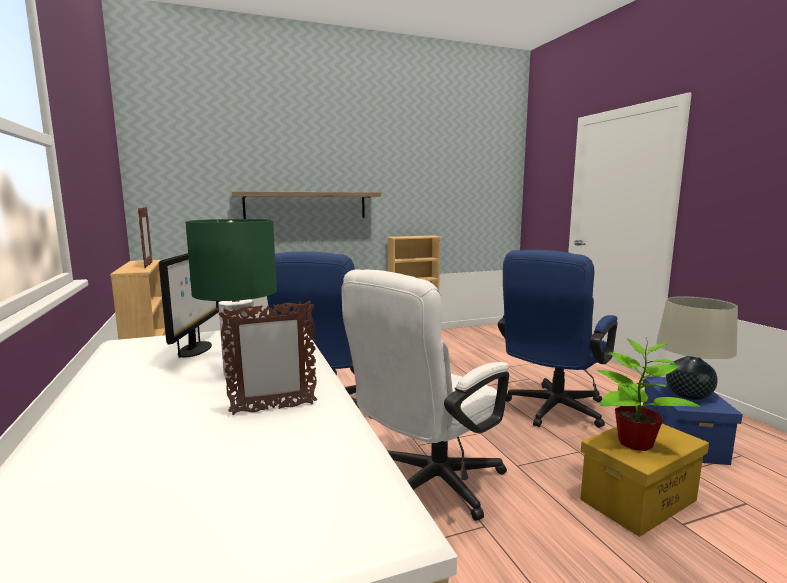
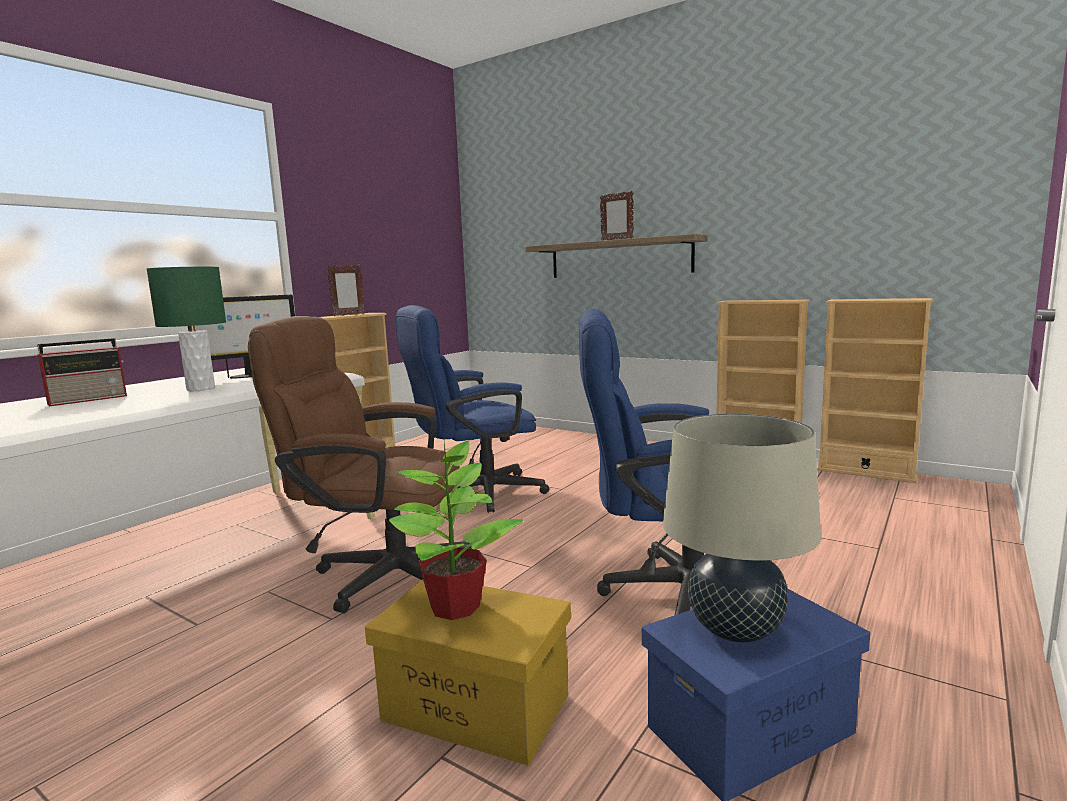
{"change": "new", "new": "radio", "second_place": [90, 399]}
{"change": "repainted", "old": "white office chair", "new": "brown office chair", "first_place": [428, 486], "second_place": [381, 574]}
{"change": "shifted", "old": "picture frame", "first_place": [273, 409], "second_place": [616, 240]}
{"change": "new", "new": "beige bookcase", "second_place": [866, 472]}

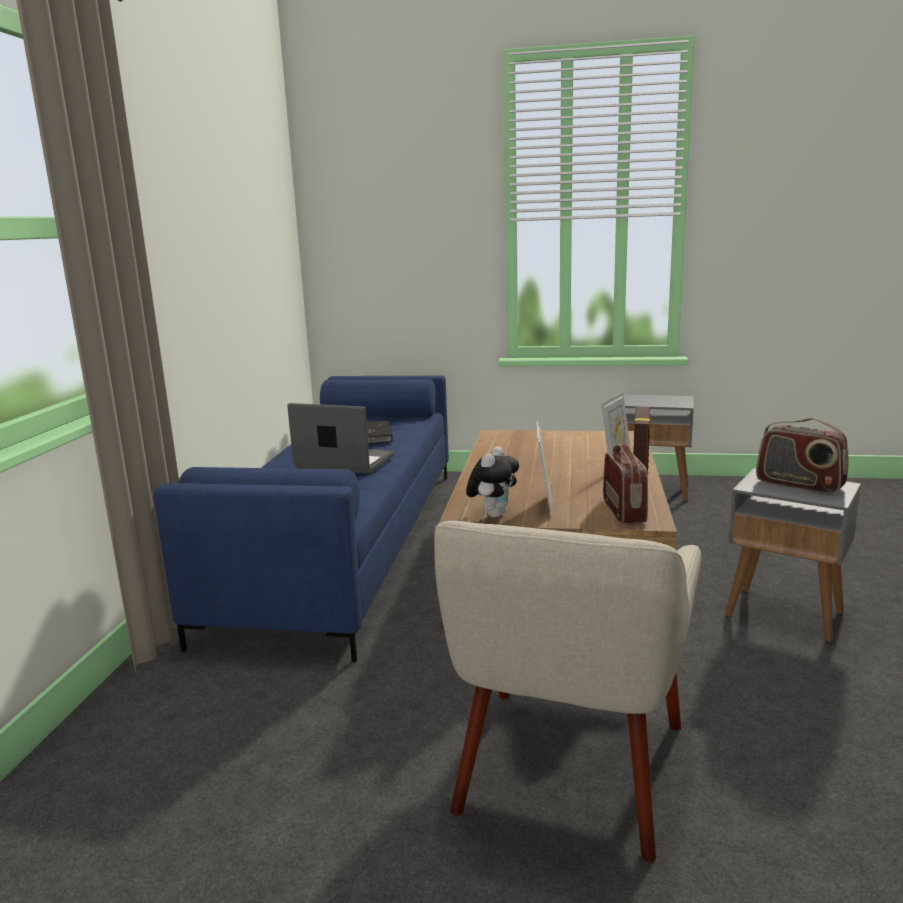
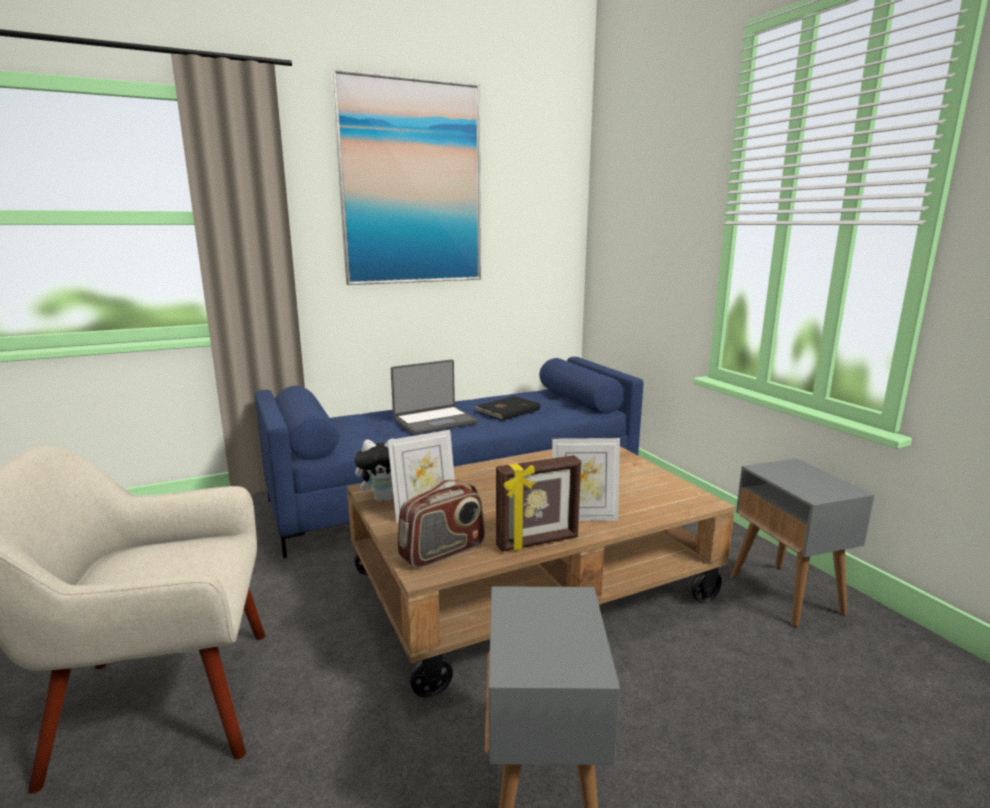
{"change": "new", "new": "picture", "second_place": [411, 184]}
{"change": "rotated", "old": "laptop", "first_place": [344, 463], "second_place": [434, 421], "degrees": 75}
{"change": "gone", "old": "radio", "first_place": [799, 485]}

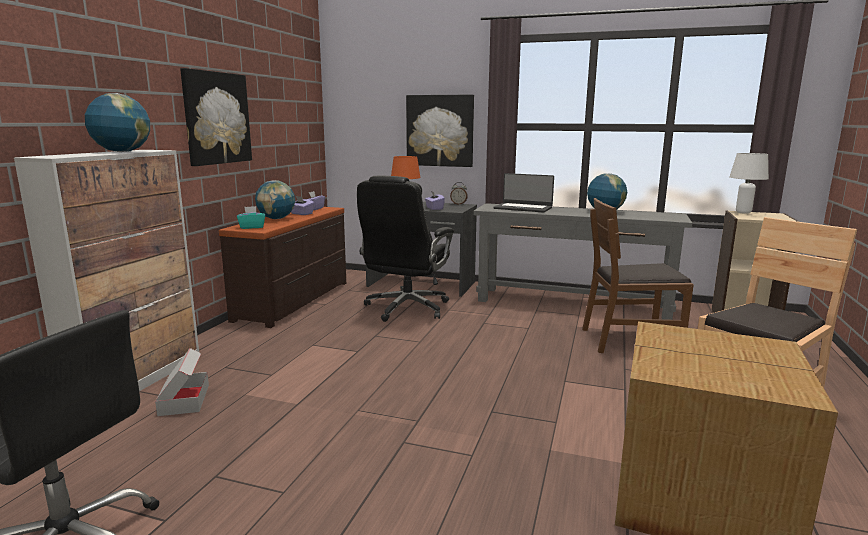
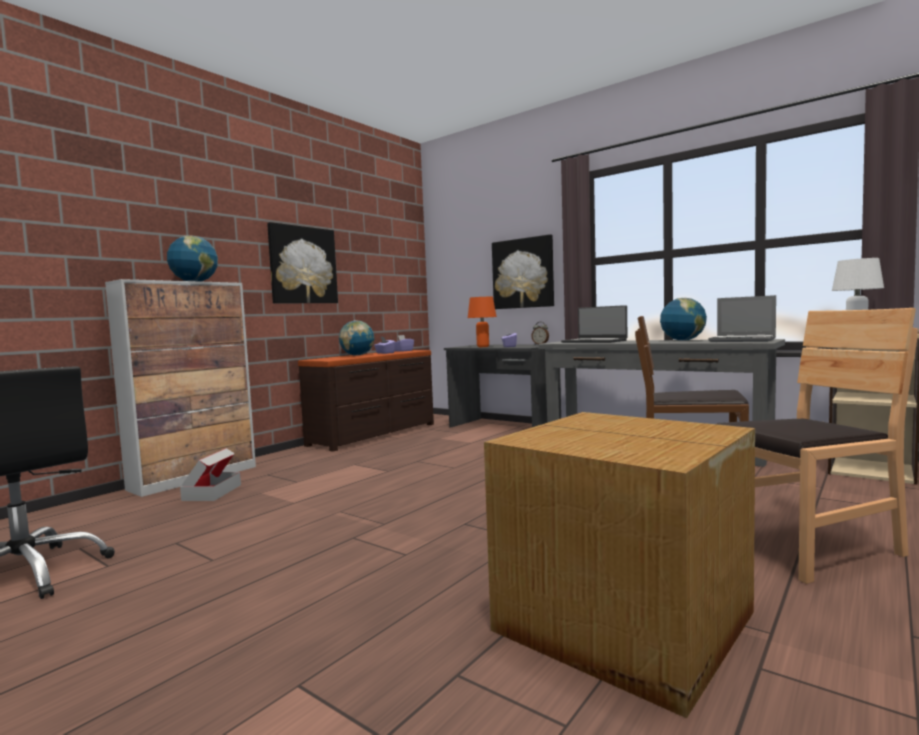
{"change": "new", "new": "laptop", "second_place": [743, 340]}
{"change": "gone", "old": "turquoise tissue box", "first_place": [252, 227]}
{"change": "gone", "old": "black office chair", "first_place": [406, 308]}

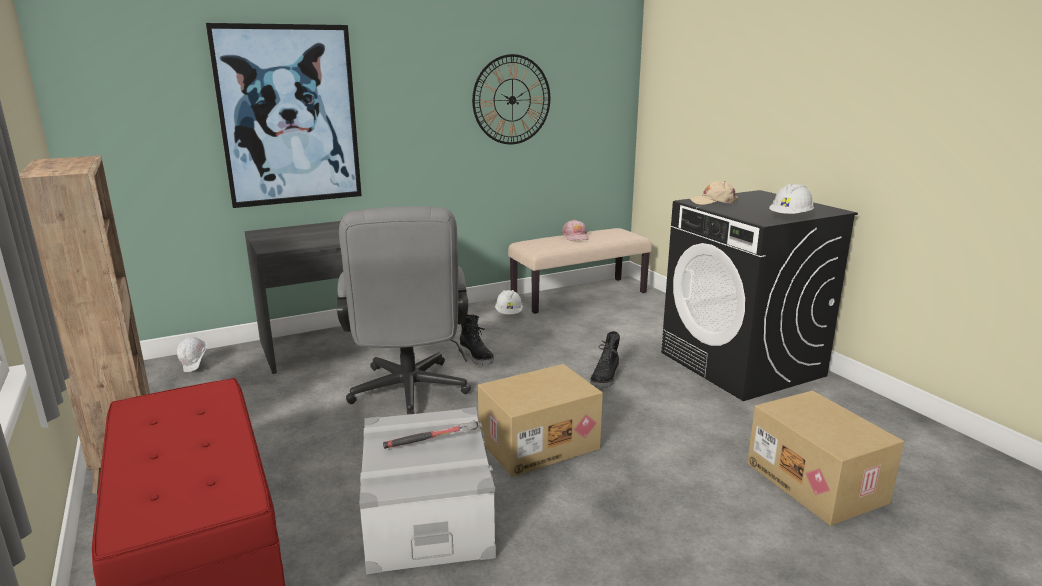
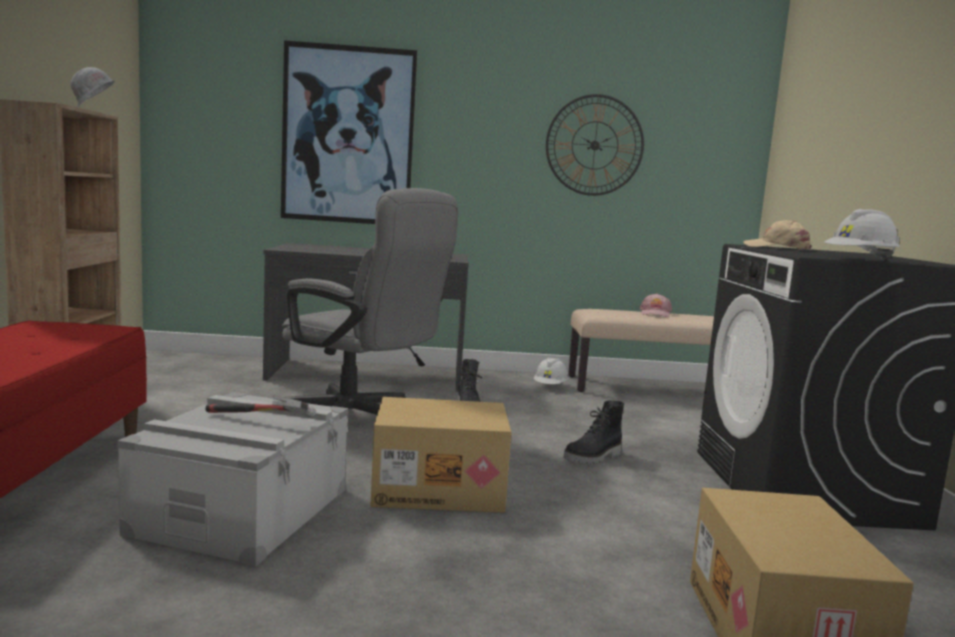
{"change": "shifted", "old": "white hard hat", "first_place": [196, 367], "second_place": [93, 111]}
{"change": "rotated", "old": "grey office chair", "first_place": [409, 395], "second_place": [359, 421], "degrees": -75}

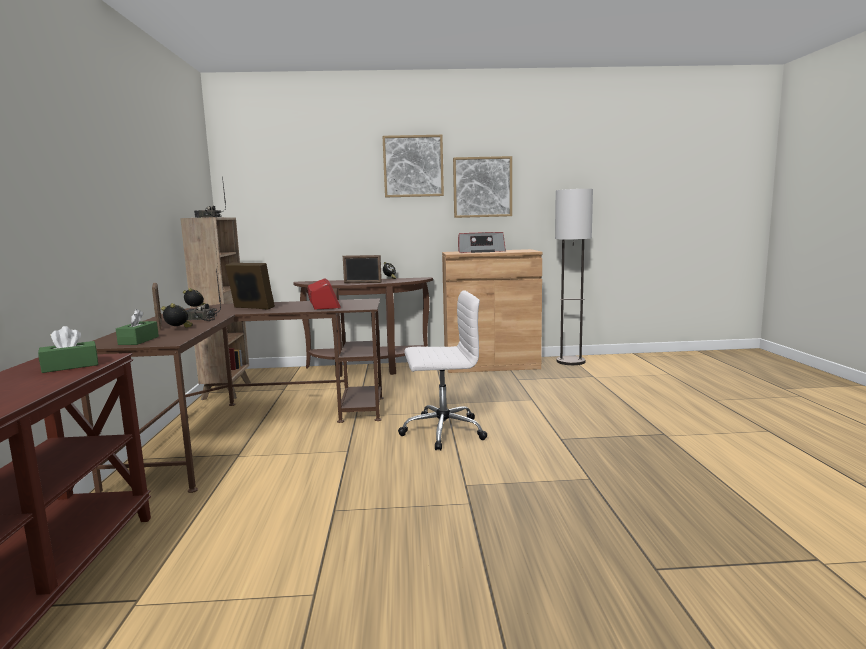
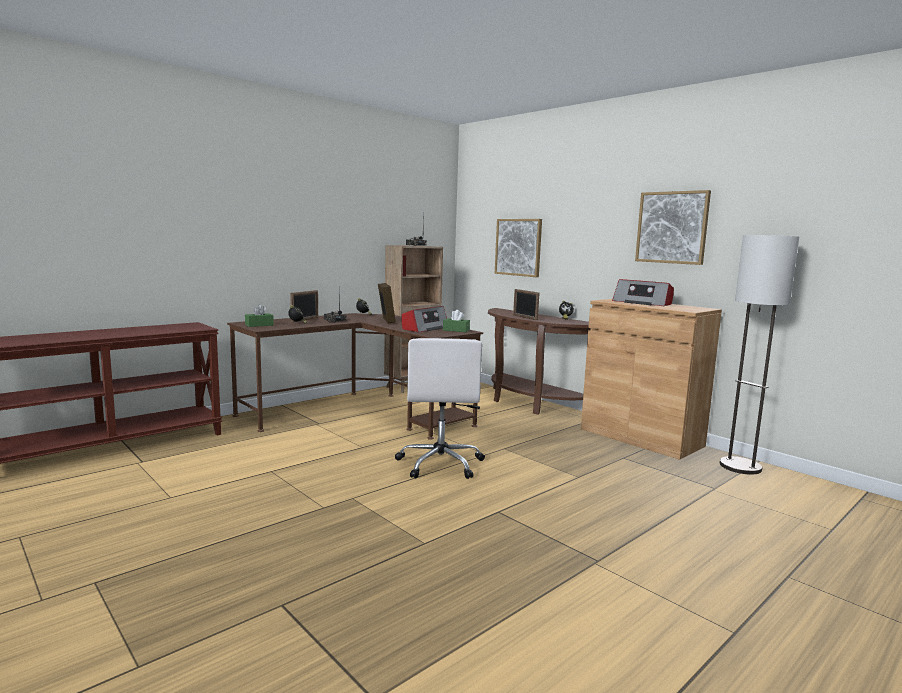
{"change": "rotated", "old": "white office chair", "first_place": [442, 431], "second_place": [440, 464], "degrees": 45}
{"change": "shifted", "old": "green tissue box", "first_place": [70, 366], "second_place": [456, 330]}
{"change": "shifted", "old": "picture", "first_place": [413, 166], "second_place": [518, 247]}

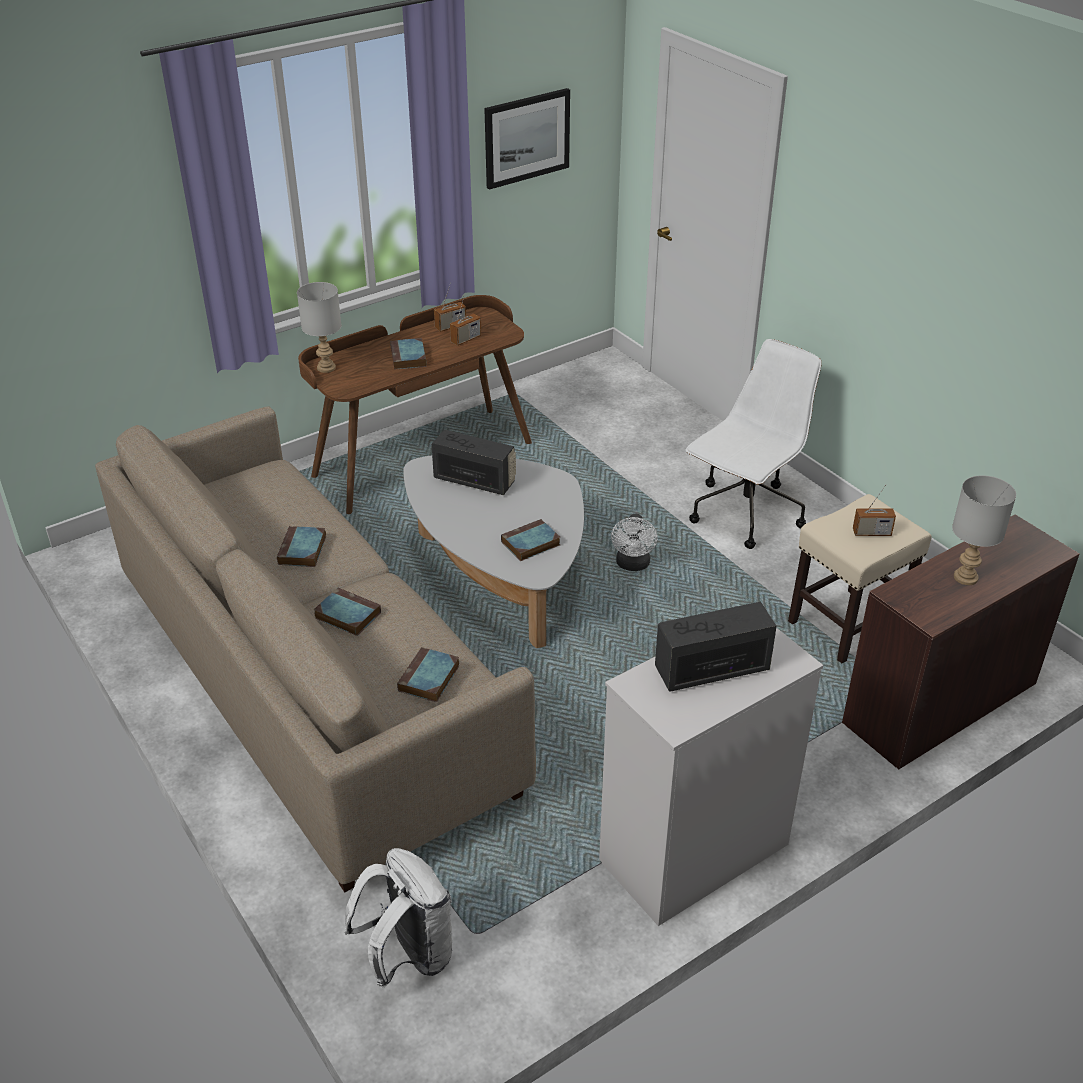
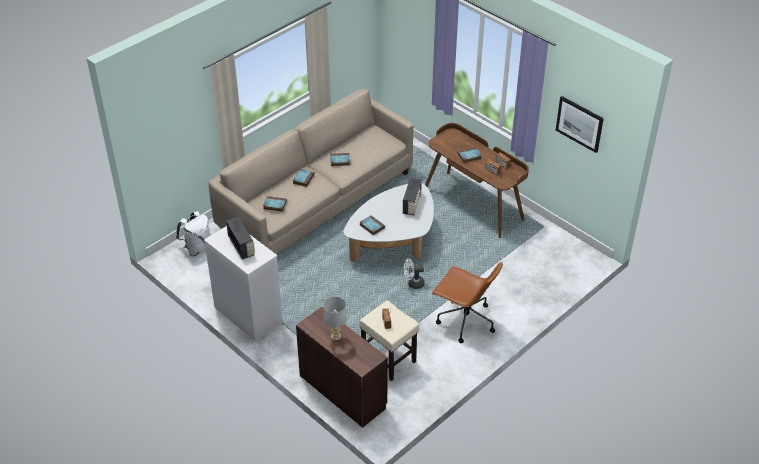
{"change": "repainted", "old": "white office chair", "new": "brown office chair", "first_place": [745, 514], "second_place": [465, 321]}
{"change": "gone", "old": "grey table lamp", "first_place": [325, 368]}

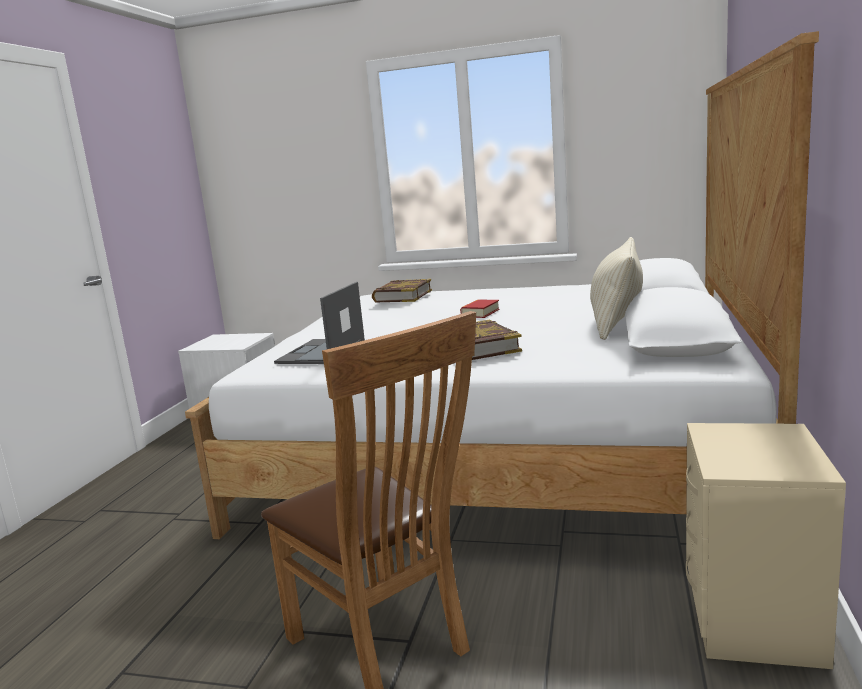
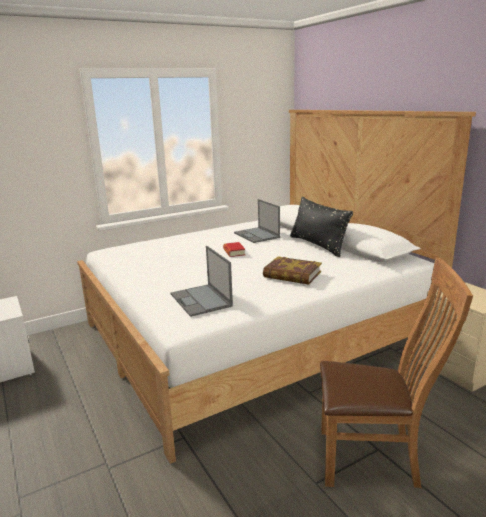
{"change": "new", "new": "laptop", "second_place": [257, 235]}
{"change": "repainted", "old": "beige pillow", "new": "black pillow", "first_place": [617, 321], "second_place": [317, 245]}
{"change": "gone", "old": "book", "first_place": [402, 296]}

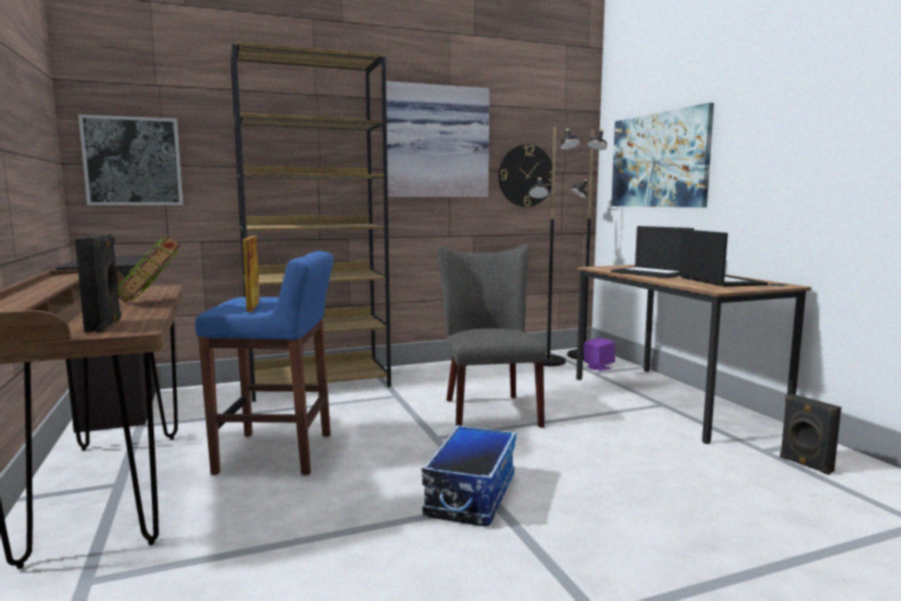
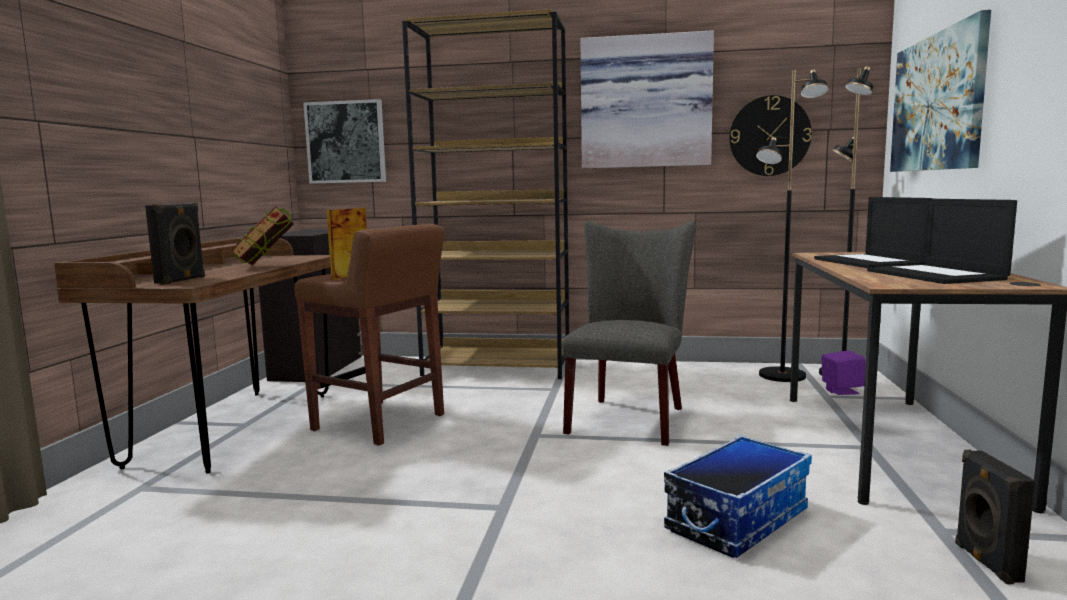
{"change": "repainted", "old": "blue stool", "new": "brown stool", "first_place": [277, 453], "second_place": [380, 423]}
{"change": "shifted", "old": "storage box", "first_place": [470, 495], "second_place": [736, 519]}
{"change": "rotated", "old": "laptop", "first_place": [719, 281], "second_place": [937, 275], "degrees": 150}

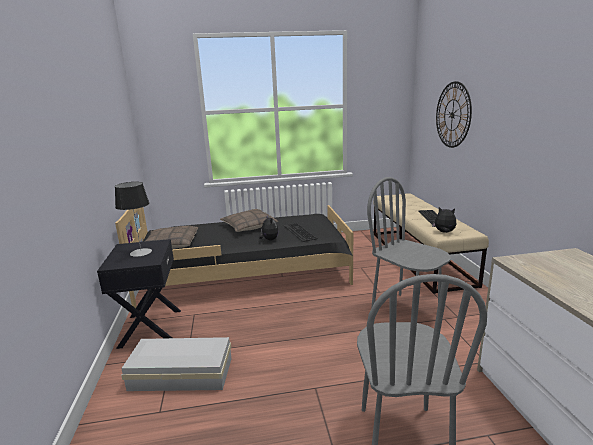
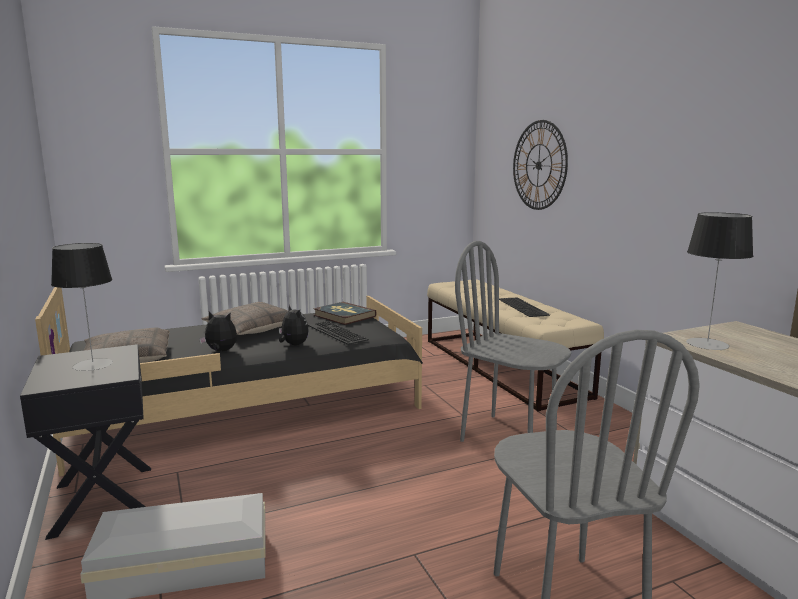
{"change": "shifted", "old": "plush toy", "first_place": [444, 232], "second_place": [220, 351]}
{"change": "new", "new": "book", "second_place": [344, 316]}
{"change": "new", "new": "table lamp", "second_place": [707, 344]}

